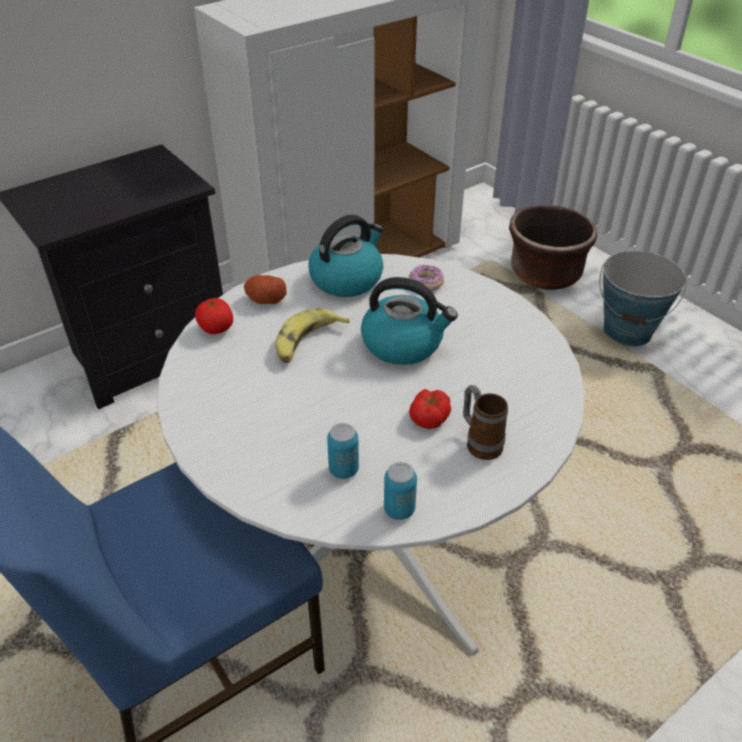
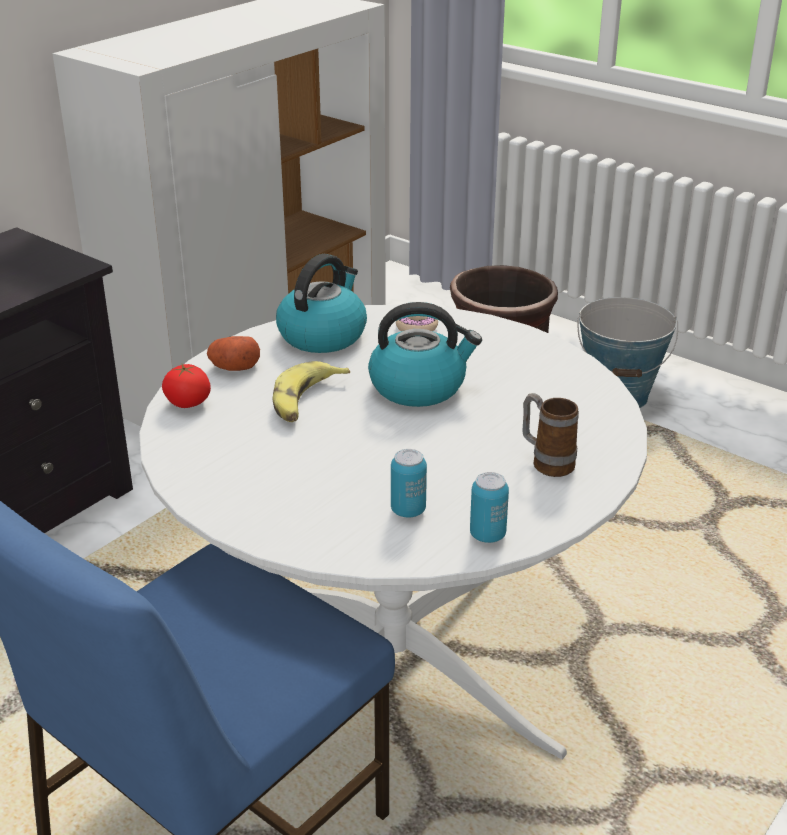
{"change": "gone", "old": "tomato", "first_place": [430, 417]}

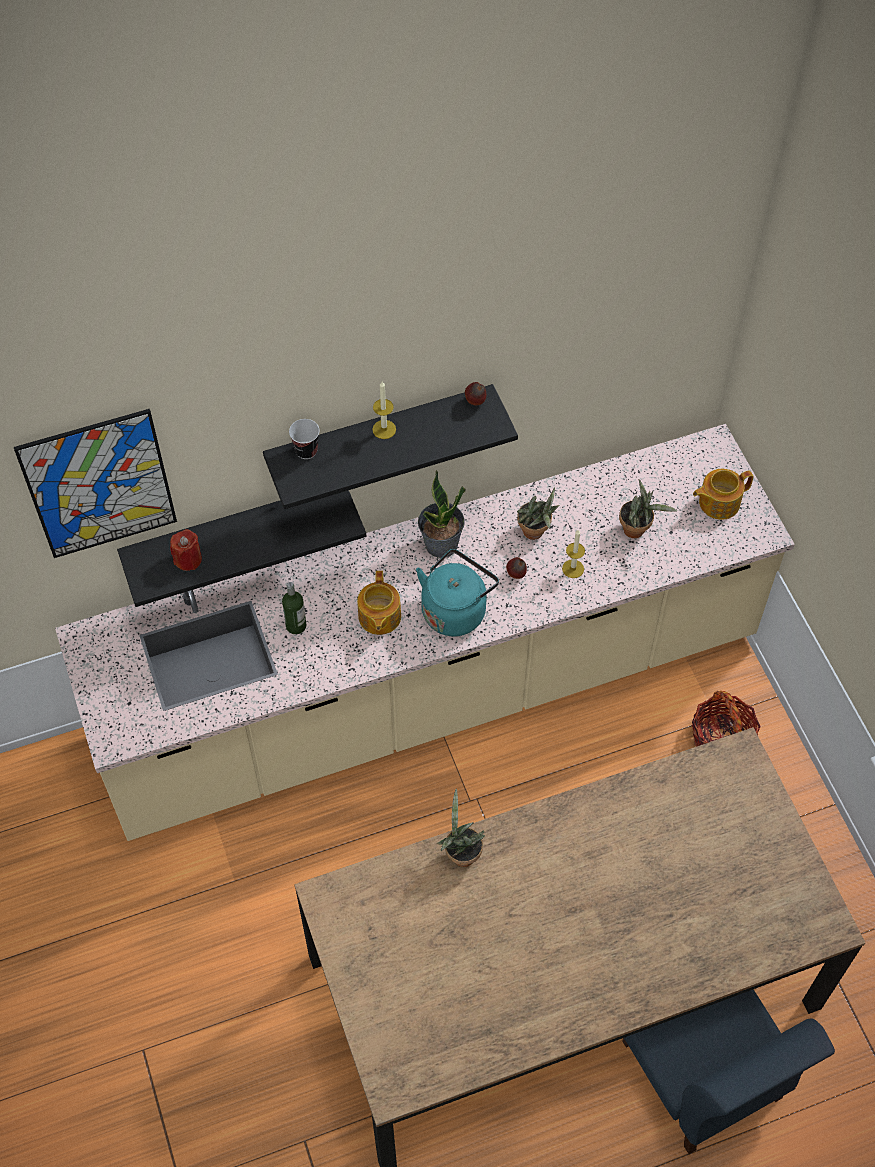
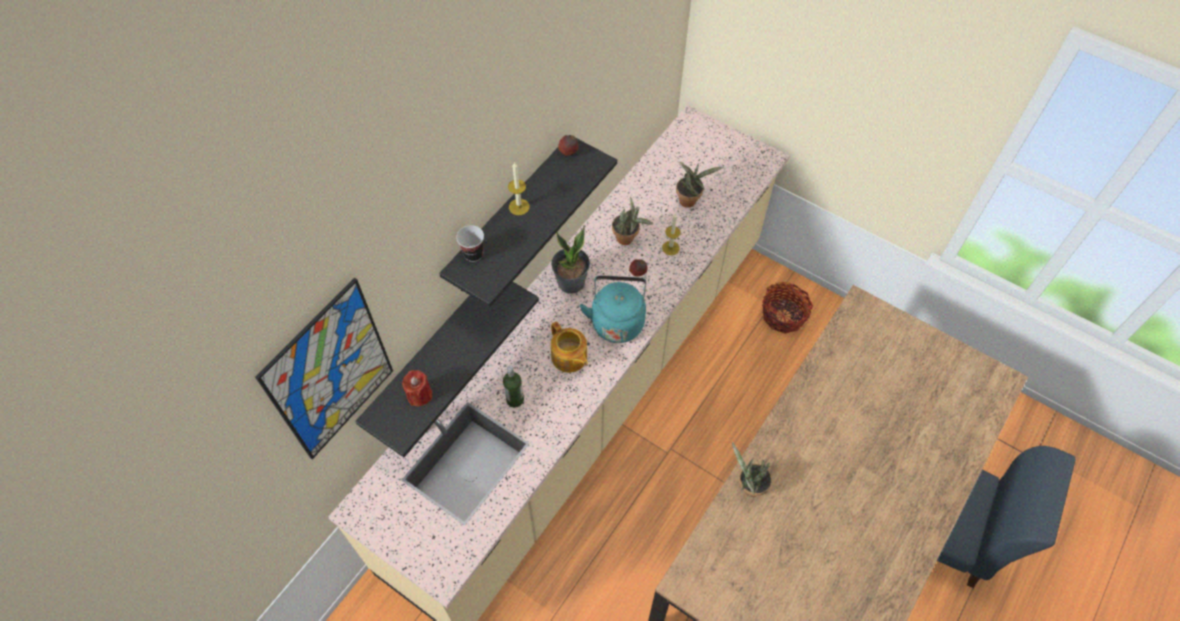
{"change": "gone", "old": "teapot", "first_place": [718, 502]}

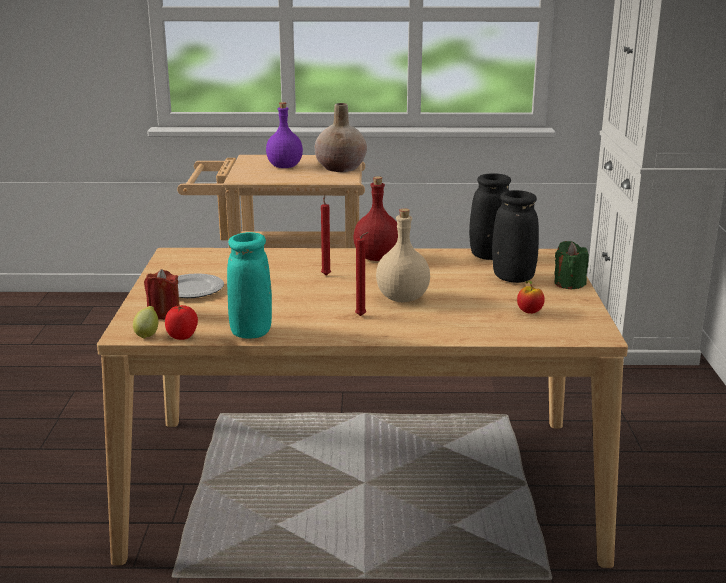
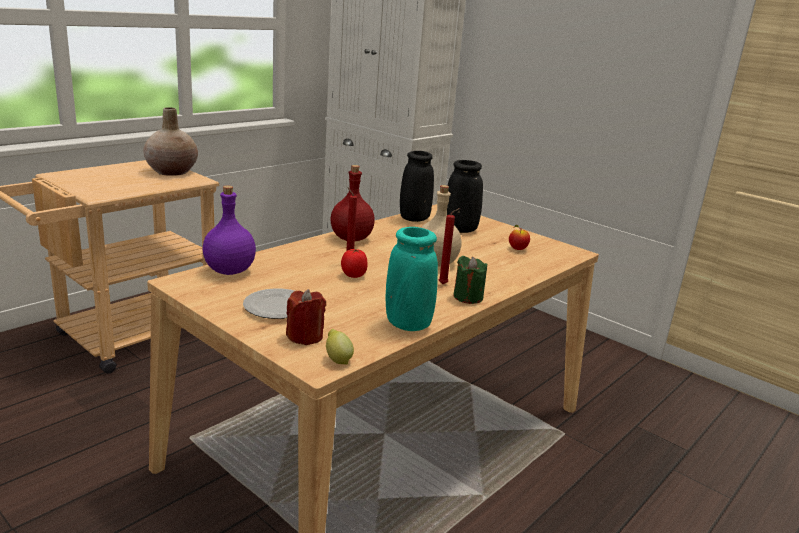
{"change": "shifted", "old": "purple bottle", "first_place": [285, 166], "second_place": [229, 270]}
{"change": "shifted", "old": "tomato", "first_place": [182, 337], "second_place": [353, 275]}
{"change": "shifted", "old": "green candle", "first_place": [569, 283], "second_place": [468, 297]}

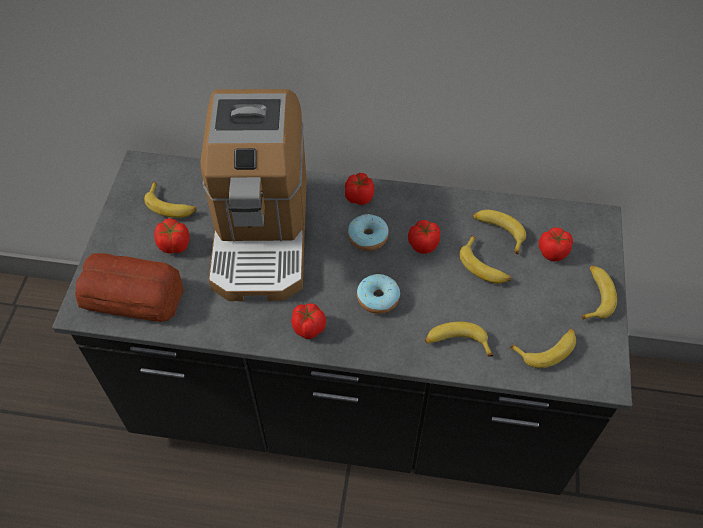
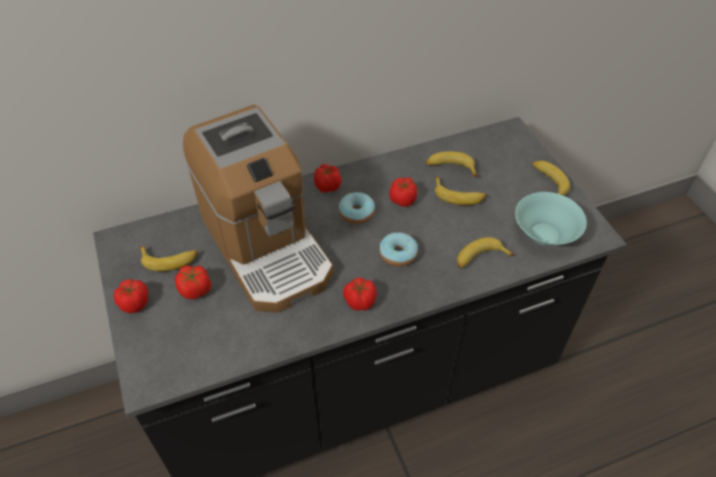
{"change": "shifted", "old": "tomato", "first_place": [553, 252], "second_place": [135, 303]}
{"change": "swapped", "old": "banana", "new": "turquoise bowl", "first_place": [546, 349], "second_place": [544, 233]}
{"change": "gone", "old": "bread", "first_place": [131, 294]}

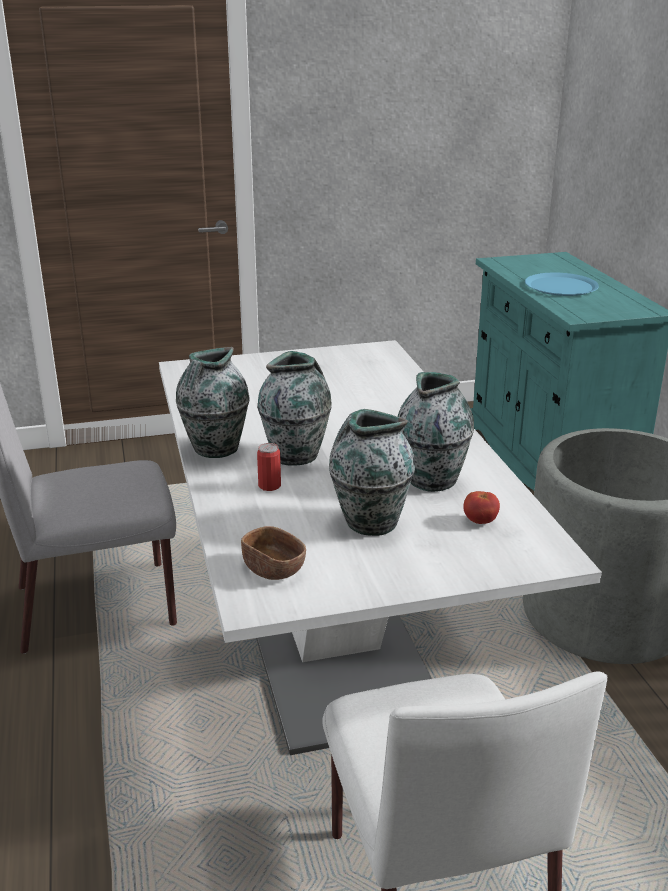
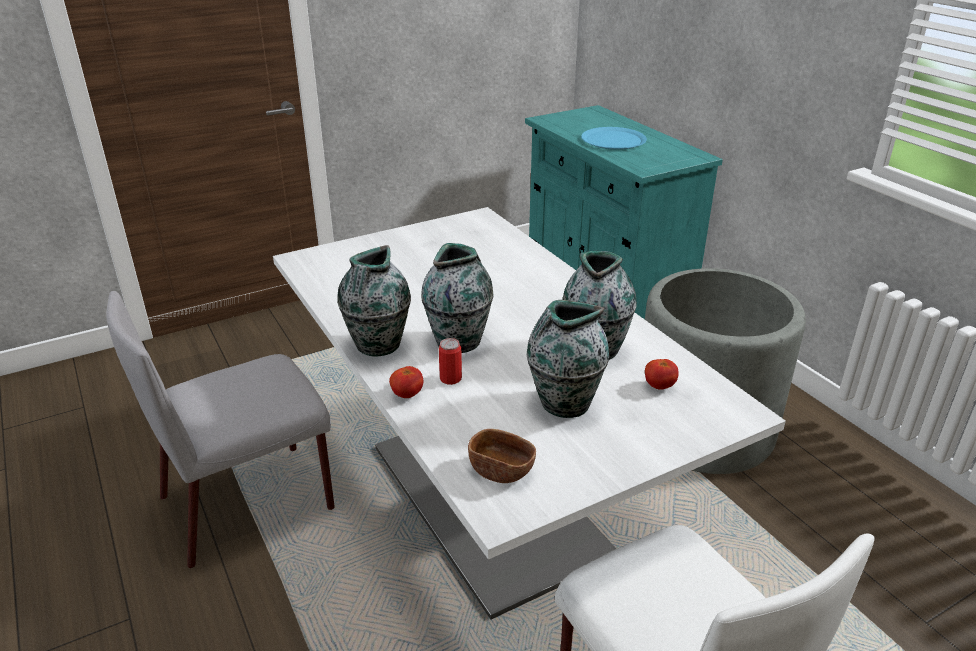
{"change": "new", "new": "tomato", "second_place": [407, 395]}

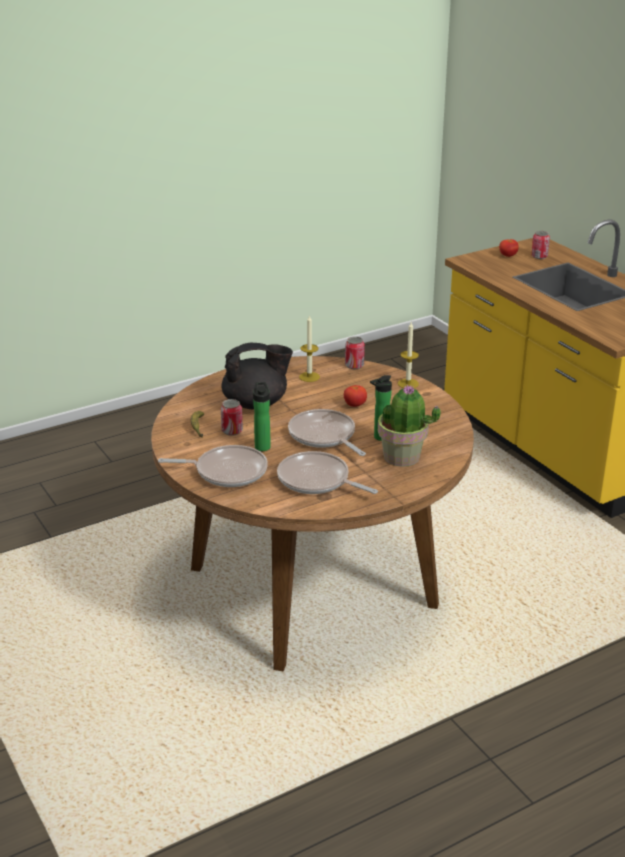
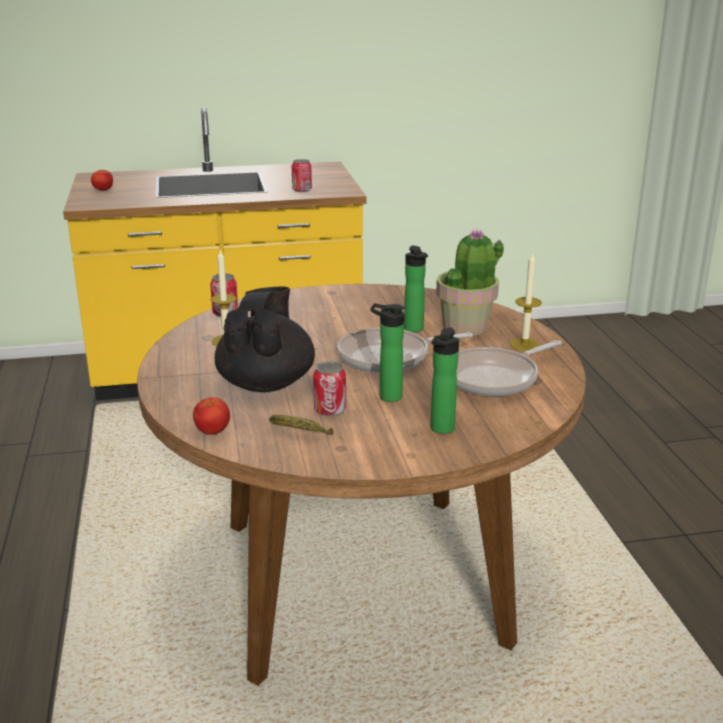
{"change": "shifted", "old": "tomato", "first_place": [355, 405], "second_place": [212, 431]}
{"change": "shifted", "old": "can", "first_place": [539, 256], "second_place": [302, 190]}
{"change": "swapped", "old": "frying pan", "new": "bottle", "first_place": [227, 471], "second_place": [441, 430]}
{"change": "shifted", "old": "candle", "first_place": [408, 384], "second_place": [524, 344]}

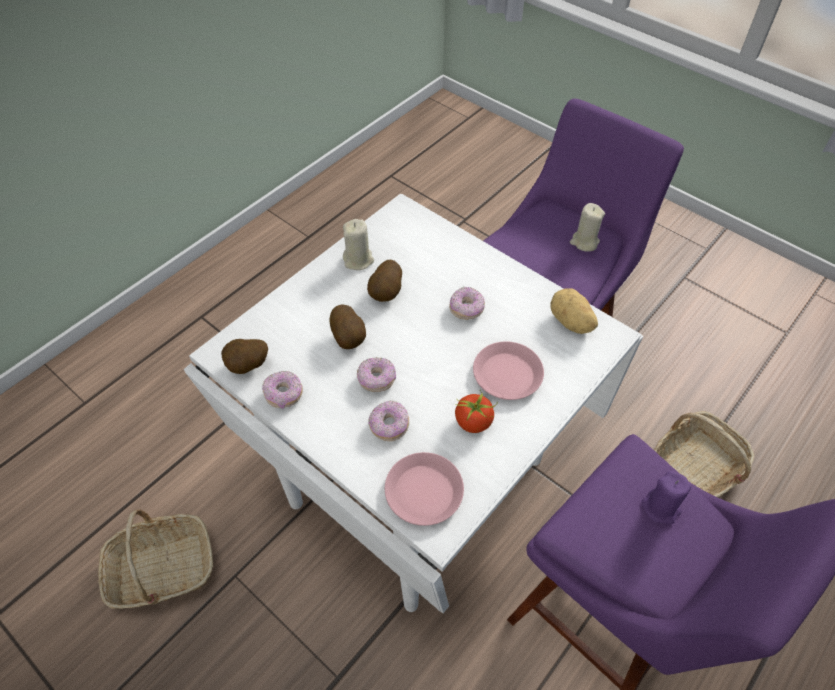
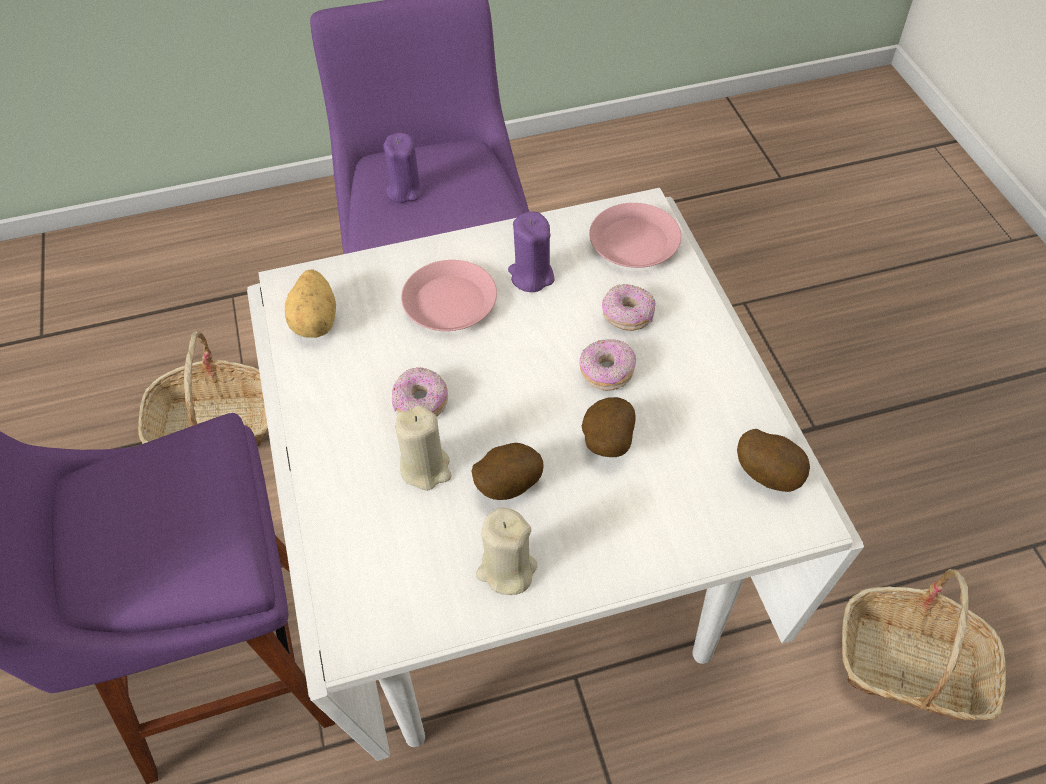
{"change": "shifted", "old": "beige candle", "first_place": [584, 242], "second_place": [425, 468]}
{"change": "swapped", "old": "tomato", "new": "purple candle", "first_place": [474, 422], "second_place": [531, 276]}
{"change": "gone", "old": "donut", "first_place": [284, 394]}

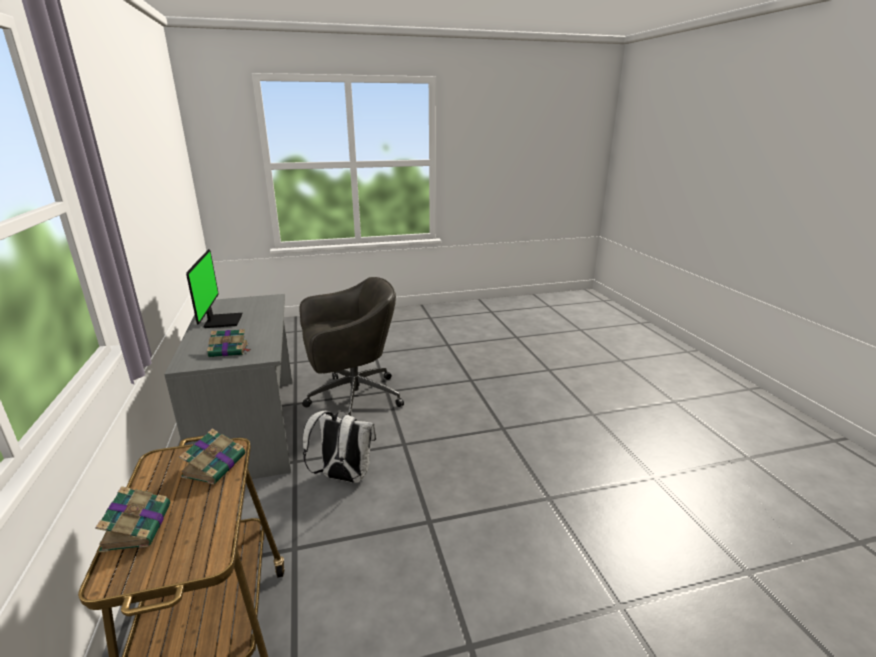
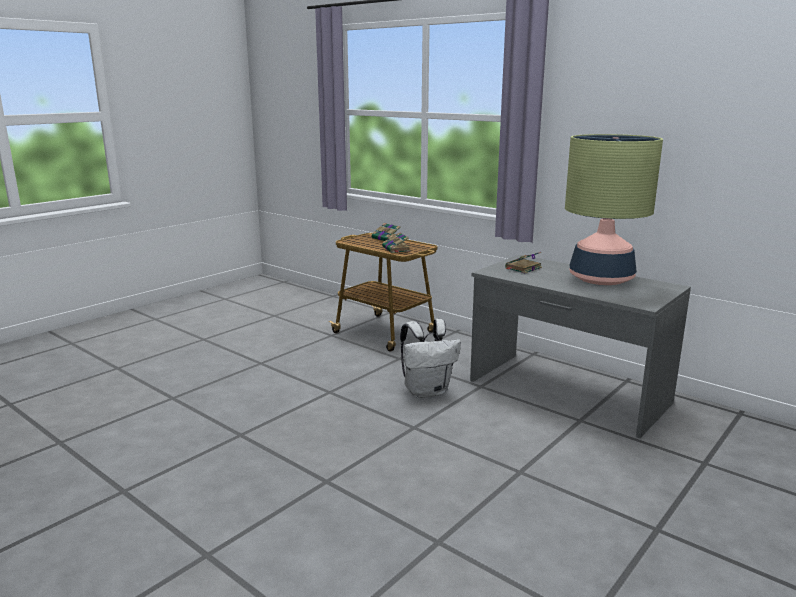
{"change": "swapped", "old": "monitor", "new": "table lamp", "first_place": [221, 321], "second_place": [601, 278]}
{"change": "gone", "old": "grey office chair", "first_place": [352, 398]}

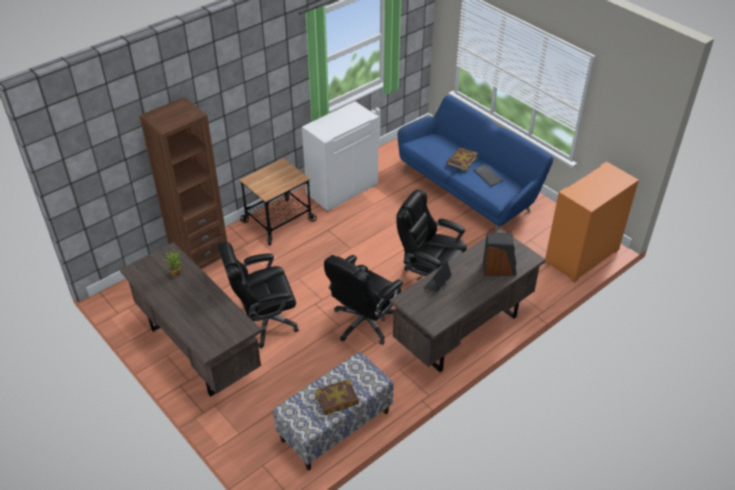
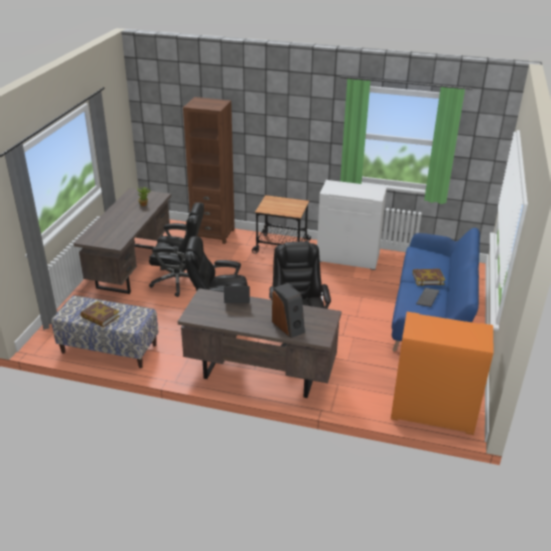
{"change": "rotated", "old": "black office chair", "first_place": [264, 322], "second_place": [179, 281], "degrees": 150}

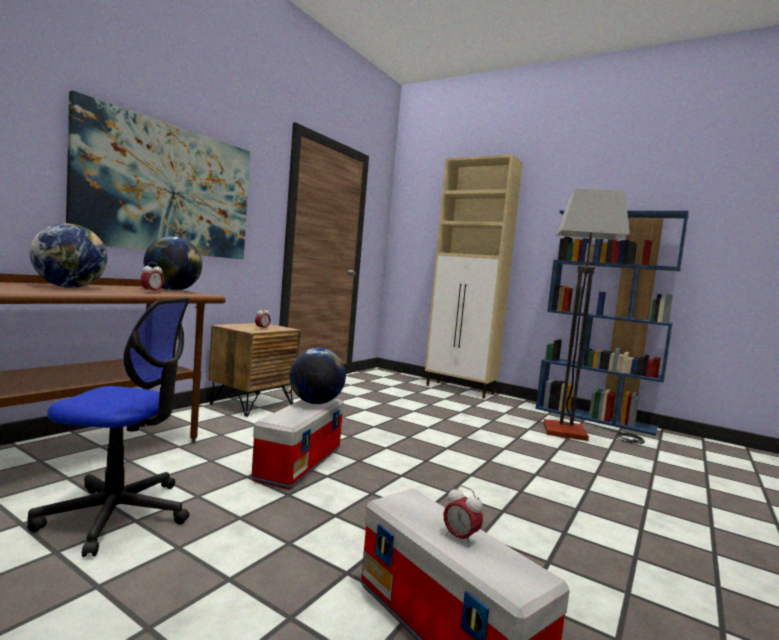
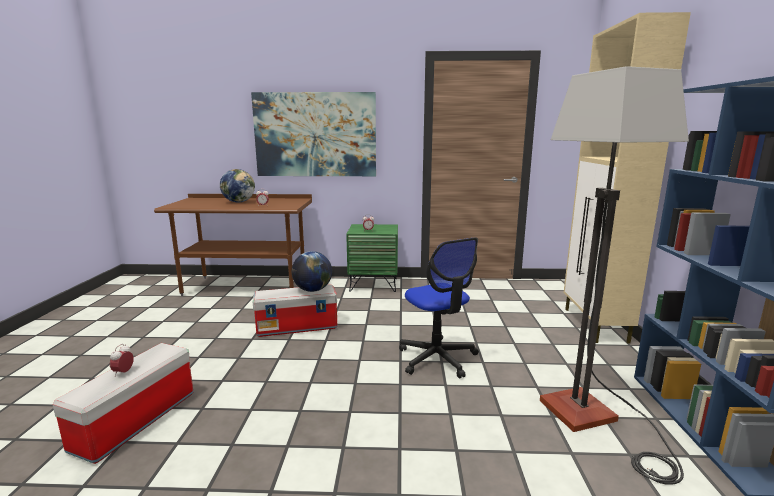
{"change": "repainted", "old": "brown nightstand", "new": "green nightstand", "first_place": [252, 404], "second_place": [374, 284]}
{"change": "shifted", "old": "office chair", "first_place": [117, 514], "second_place": [437, 358]}
{"change": "gone", "old": "globe", "first_place": [172, 290]}

